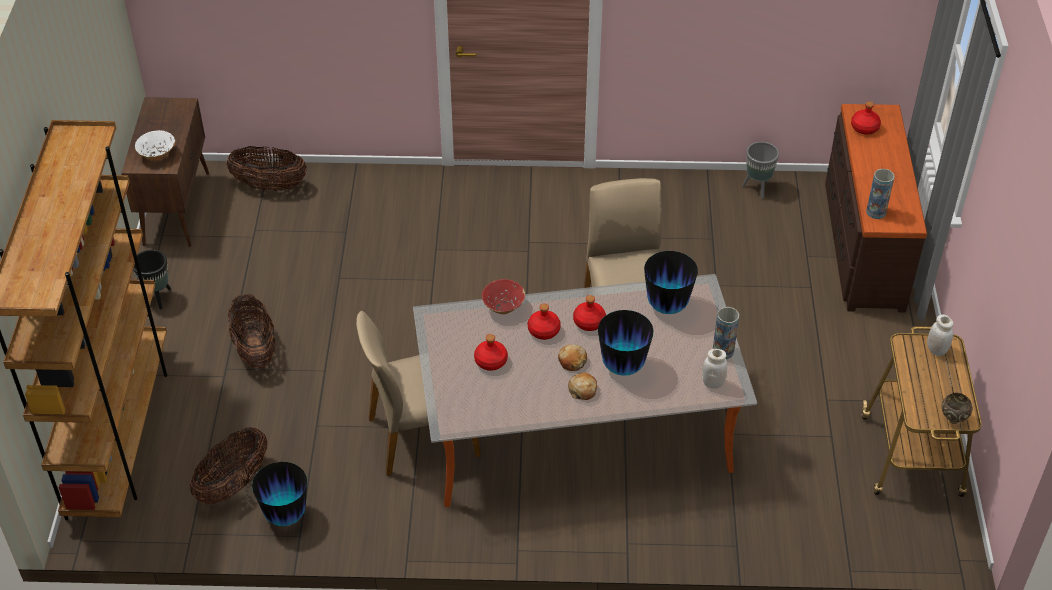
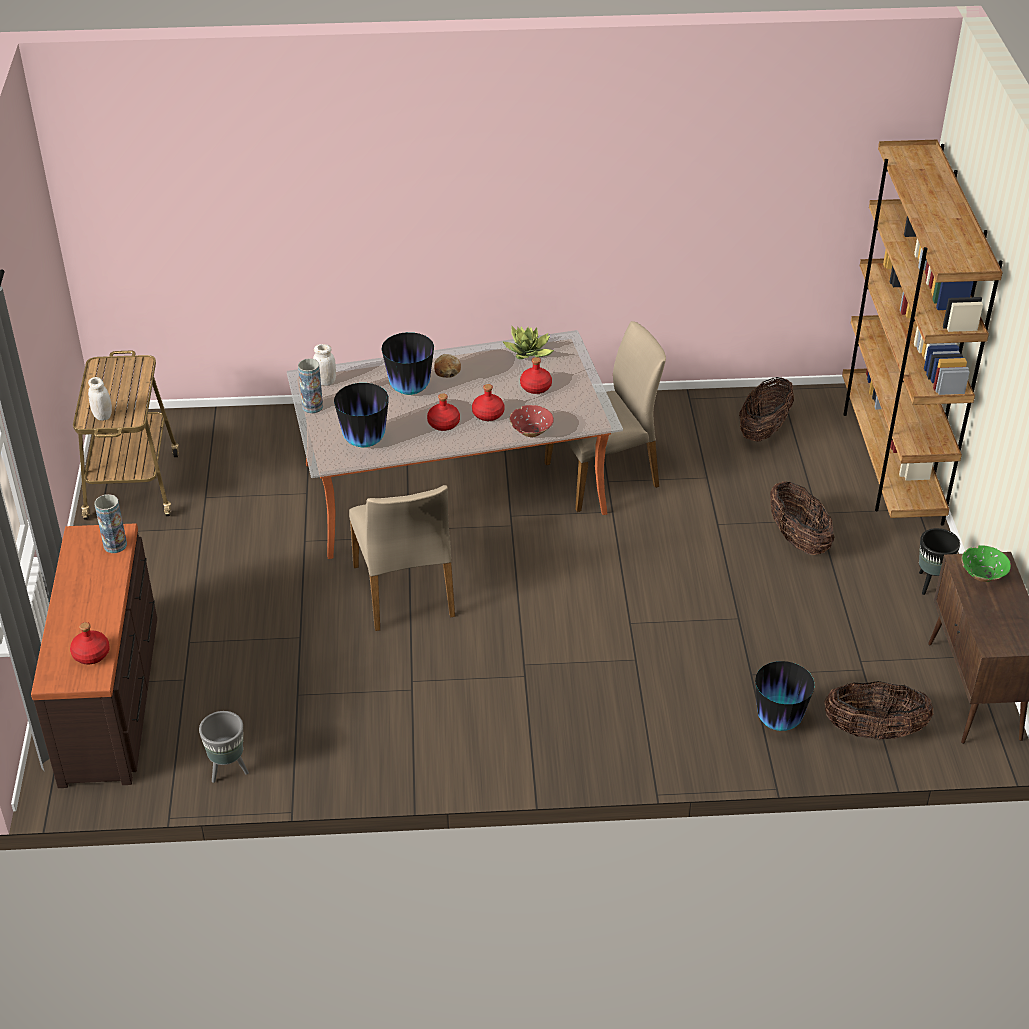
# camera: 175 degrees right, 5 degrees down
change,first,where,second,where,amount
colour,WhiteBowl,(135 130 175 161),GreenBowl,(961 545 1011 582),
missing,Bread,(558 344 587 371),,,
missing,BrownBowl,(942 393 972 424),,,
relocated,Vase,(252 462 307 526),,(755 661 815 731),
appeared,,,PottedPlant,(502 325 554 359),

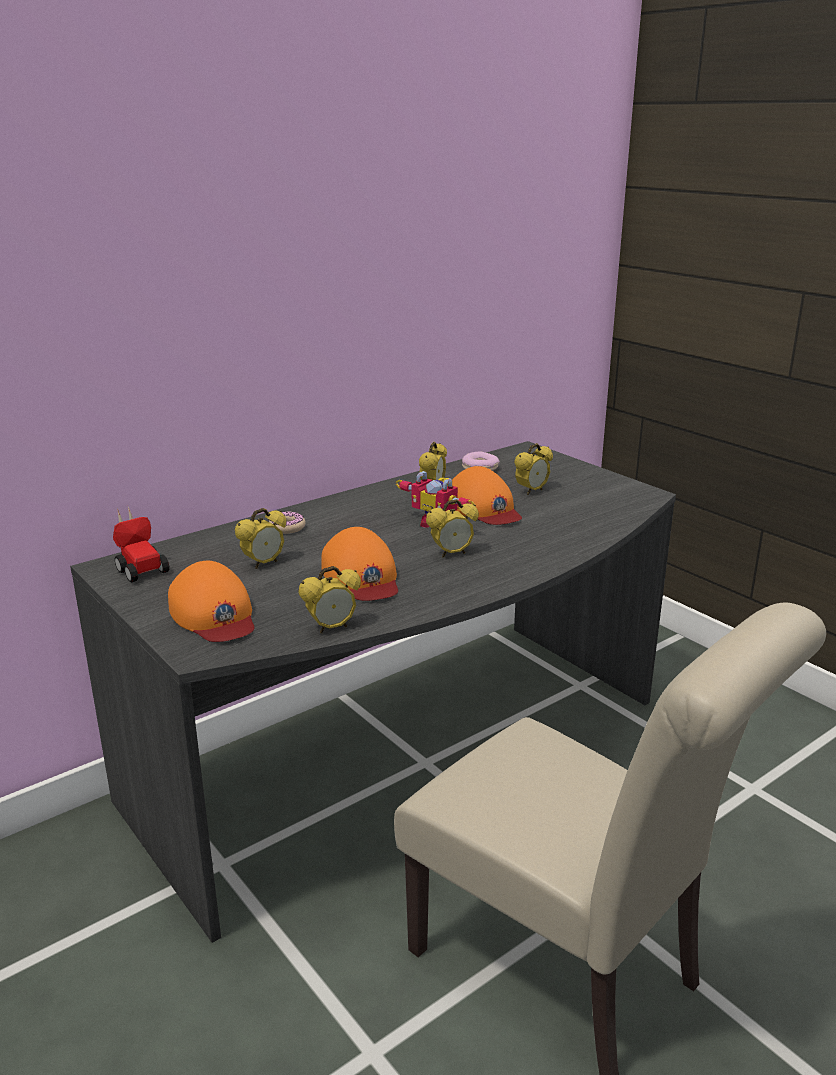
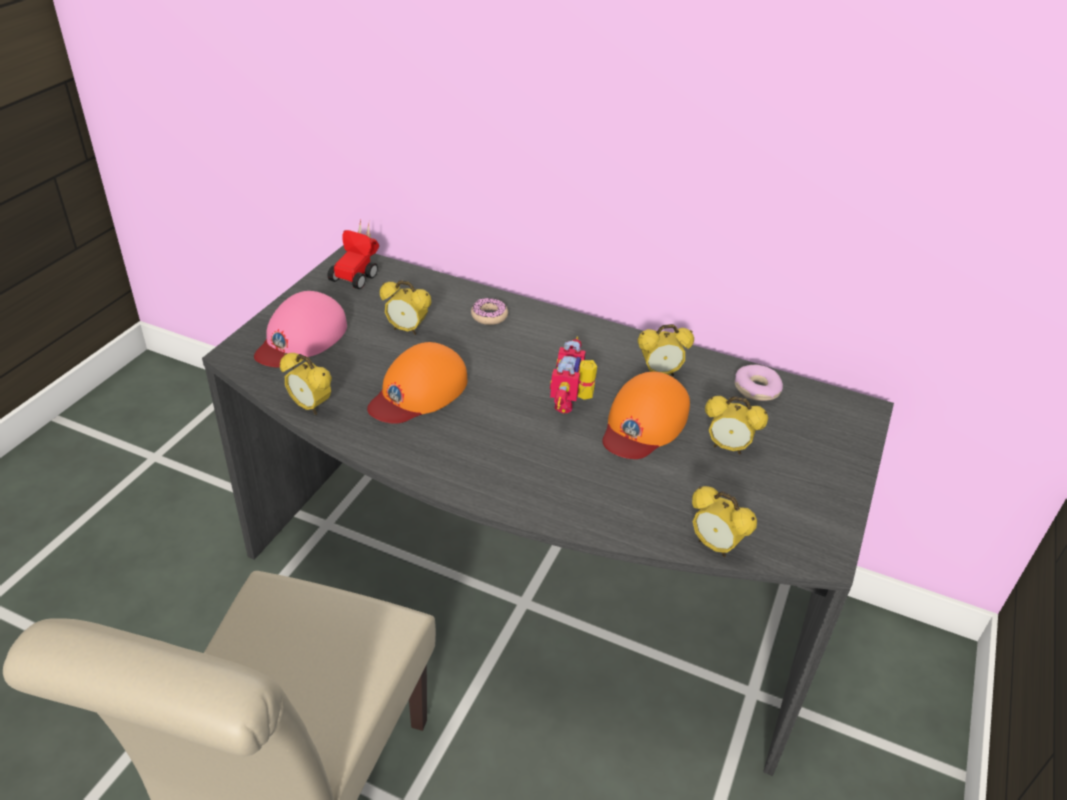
# camera: 60 degrees right, 15 degrees up
change,first,where,second,where,amount
relocated,AlarmClock,(426 499 479 557),,(692 486 757 557),
colour,OrangeCap,(168 561 255 642),PinkCap,(254 291 347 368),

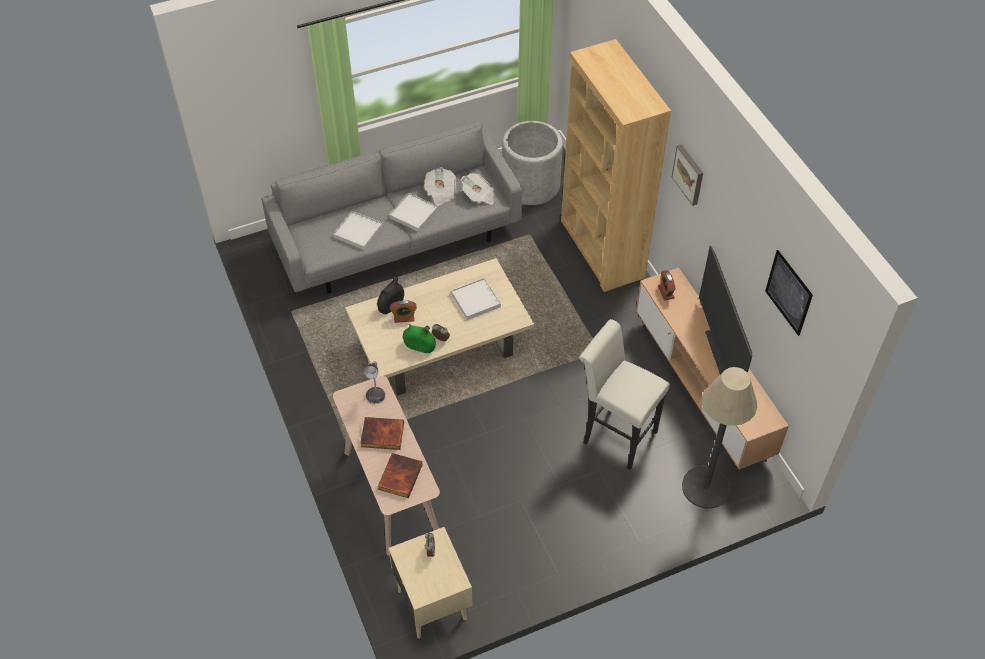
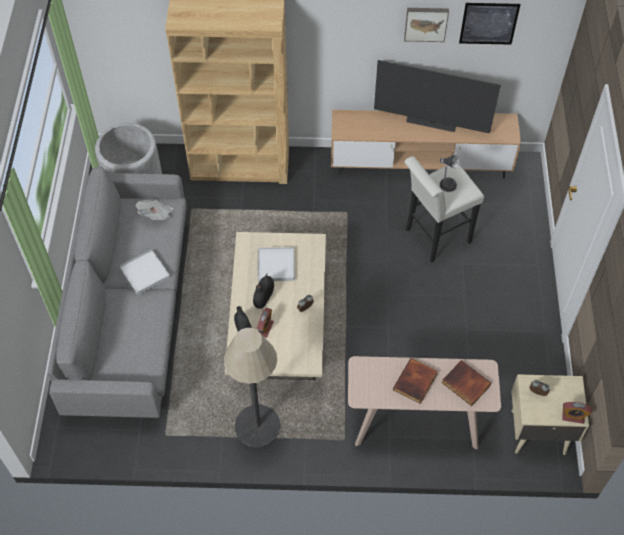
# camera: 65 degrees left, 5 degrees up
change,first,where,second,where,amount
relocated,Picture,(672 144 703 206),,(404 8 449 42),
missing,Newspaper,(424 167 456 206),,,
missing,WhiteTray,(333 211 383 250),,,
relocated,AlarmClock,(658 270 676 300),,(562 402 592 424),
missing,GreenVase,(403 324 436 353),,,
relocated,TableLamp,(364 361 386 404),,(439 155 459 192),
relocated,FloorLamp,(682 367 757 509),,(223 328 281 448),
appeared,,,BlackVase,(253 273 274 309),

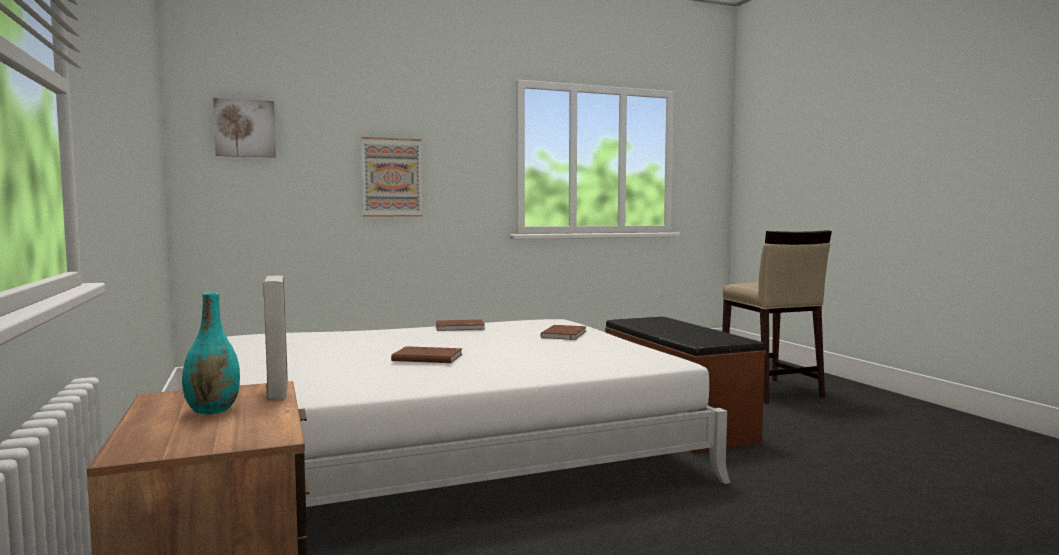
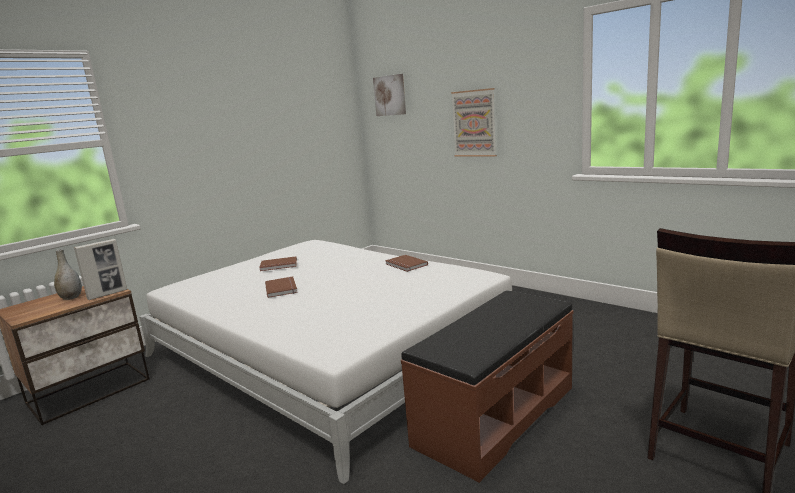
# camera: 65 degrees right, 10 degrees up
change,first,where,second,where,amount
colour,TurquoiseVase,(182 292 240 414),GreyVase,(54 249 82 300),
relocated,BrownBook,(540 325 587 340),,(259 256 297 271),

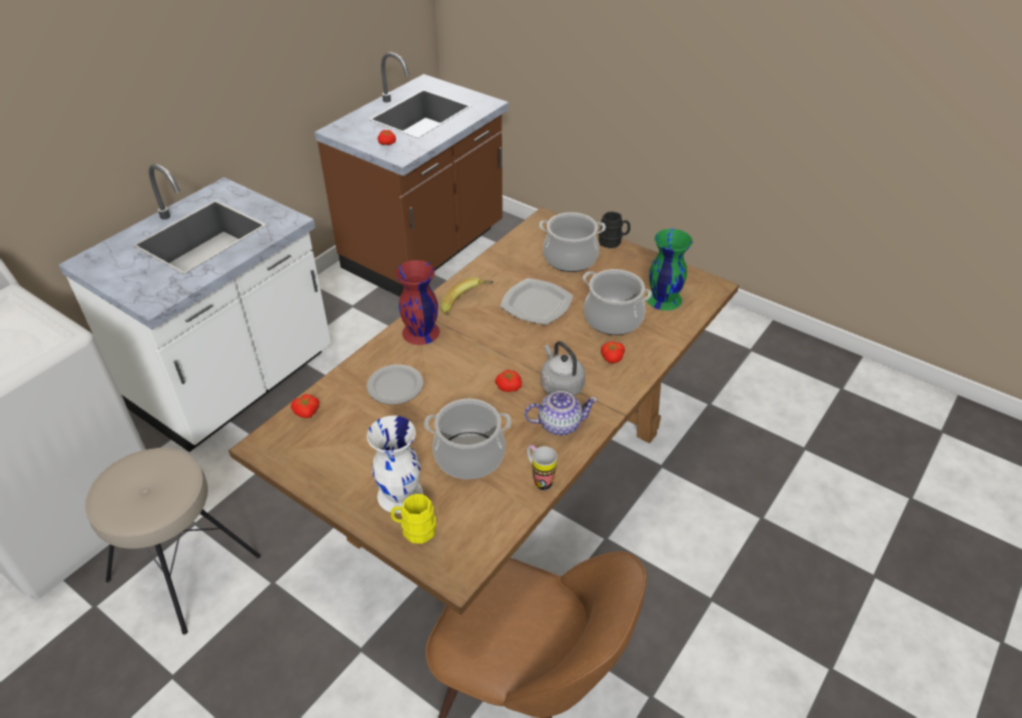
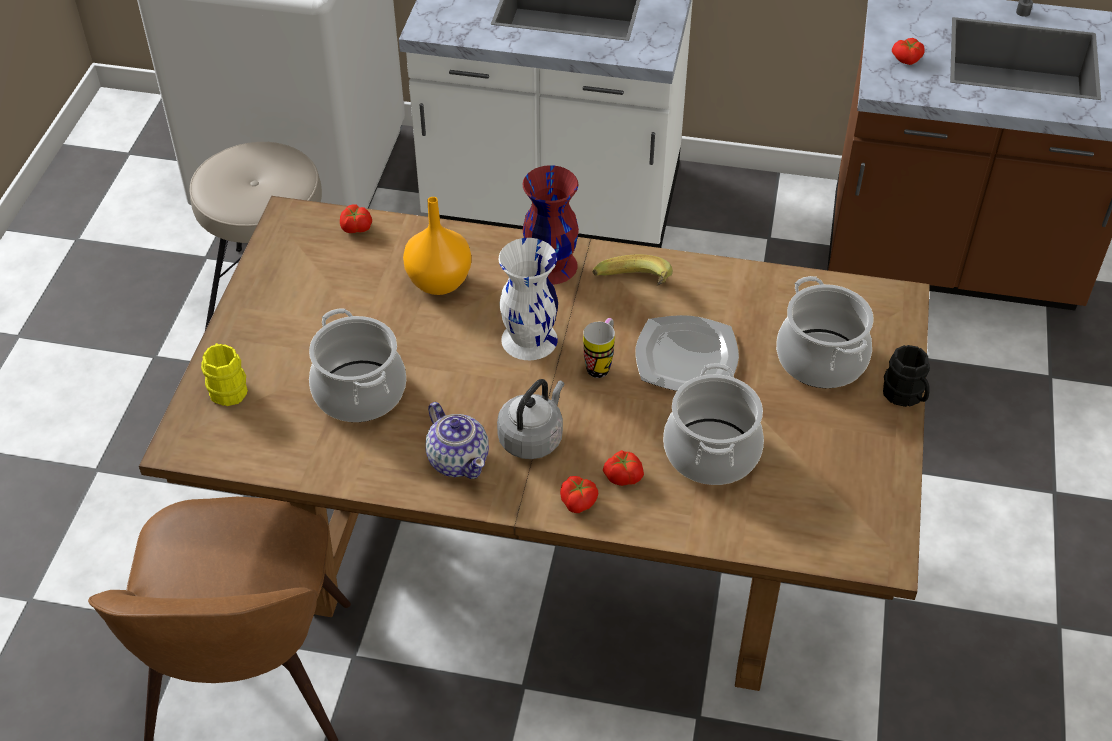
# camera: 65 degrees right, 5 degrees up
change,first,where,second,where,amount
missing,GreenVase,(646 229 692 311),,,
exchanged,Plate,(367 365 424 405),OrangeVase,(403 197 472 295),
relocated,Tomato,(495 369 522 392),,(560 476 598 513),
relocated,WhiteVase,(367 416 423 513),,(499 238 558 360),
relocated,Mug,(527 445 557 490),,(583 318 615 378),

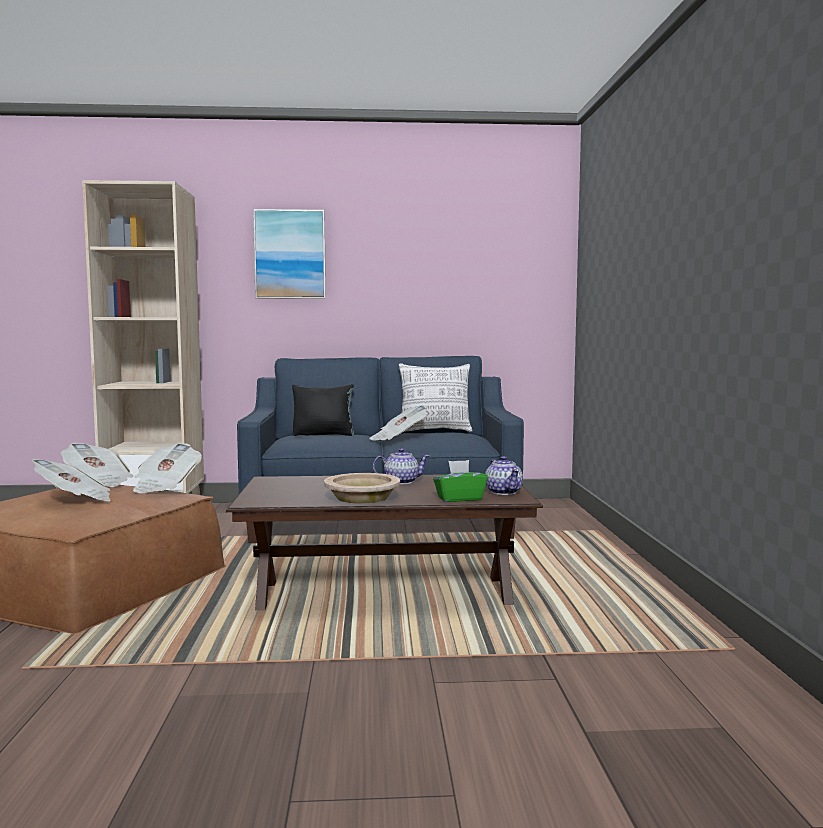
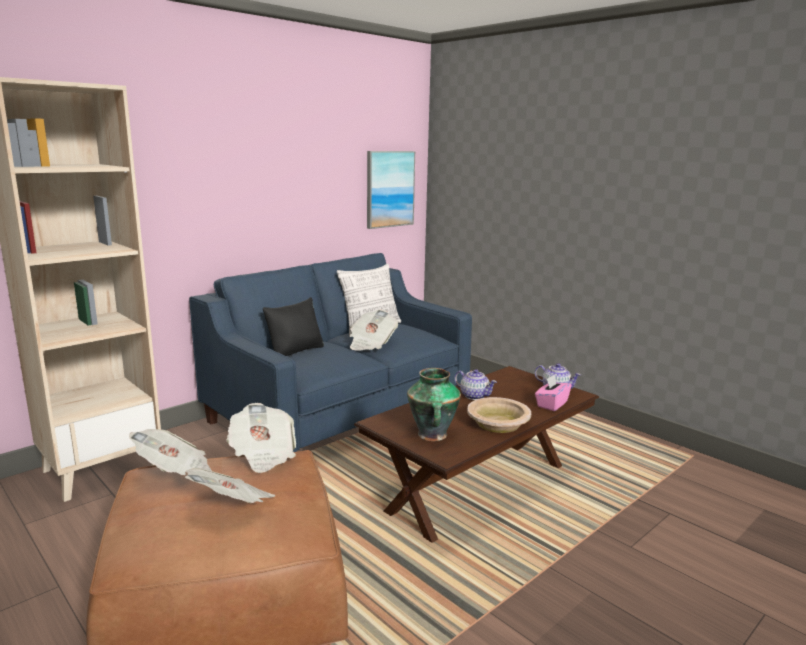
# camera: 40 degrees left, 10 degrees up
change,first,where,second,where,amount
relocated,Picture,(253 209 326 299),,(367 151 415 229),
spun,Teapot,(373 448 429 484),,(455 369 497 400),90 degrees clockwise
colour,GreenTissueBox,(433 460 488 502),PinkTissueBox,(535 374 572 411),
appeared,,,Vase,(407 368 461 441),

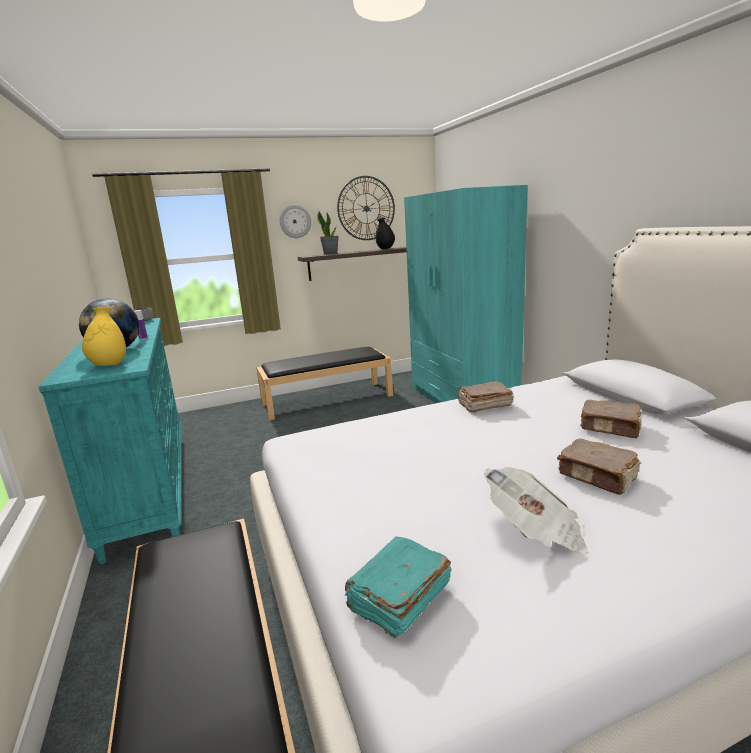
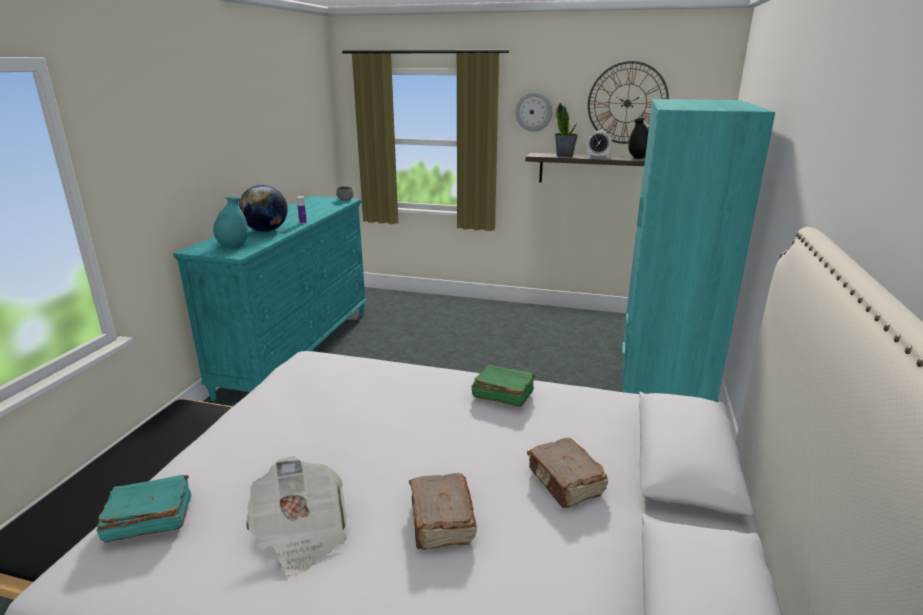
# camera: 35 degrees right, 5 degrees up
change,first,where,second,where,amount
colour,YellowVase,(82 307 126 366),TurquoiseVase,(213 196 248 248),
missing,BlackBench,(256 347 393 420),,,
colour,BrownBook,(457 381 513 413),GreenBook,(472 365 535 407),
appeared,,,AlarmClock,(587 130 612 158),

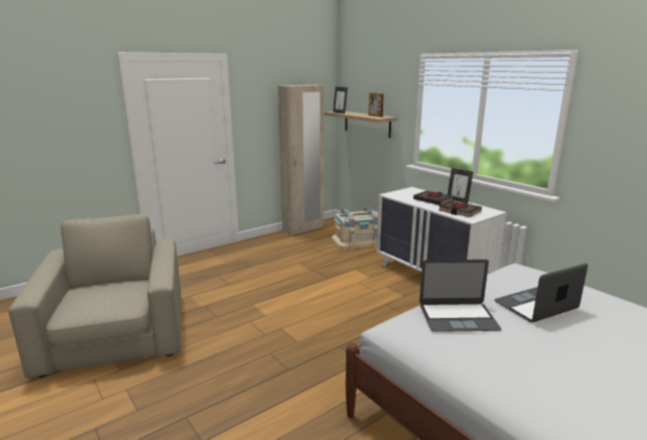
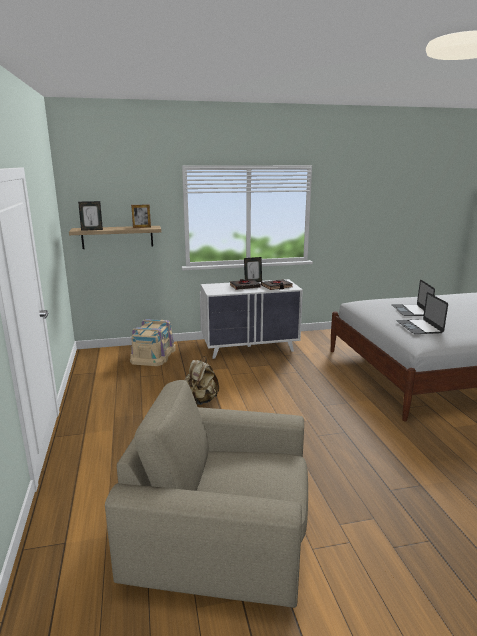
# camera: 65 degrees left, 0 degrees up
change,first,where,second,where,amount
missing,BeigeWardrobe,(278 85 324 236),,,
spun,Laptop,(419 259 501 332),,(396 292 448 334),150 degrees clockwise
appeared,,,BeigeBackpack,(185 357 219 405),

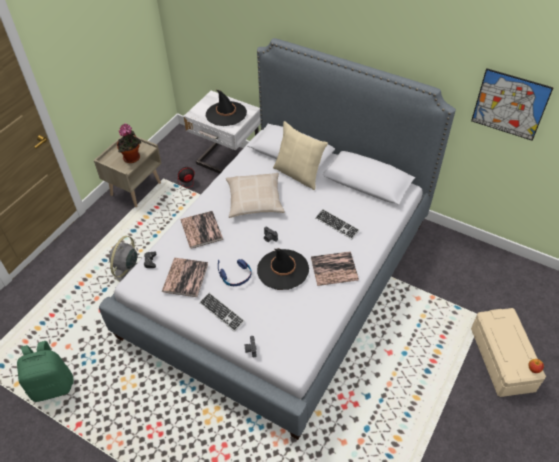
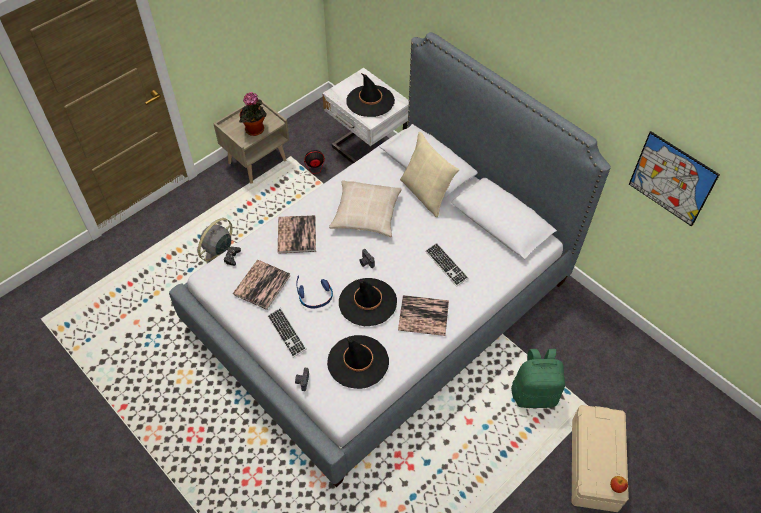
# camera: 15 degrees right, 5 degrees up
change,first,where,second,where,amount
relocated,GreenBackpack,(17 341 74 402),,(511 349 565 408),
appeared,,,BlackHat,(327 335 389 389),

